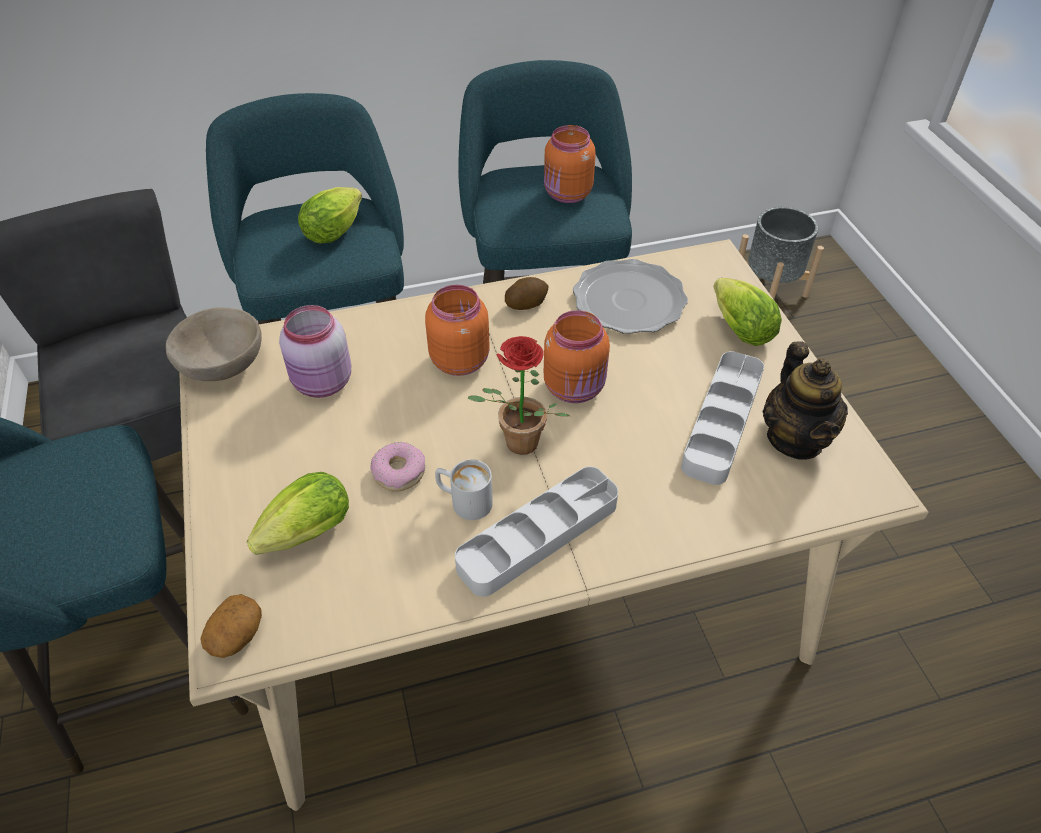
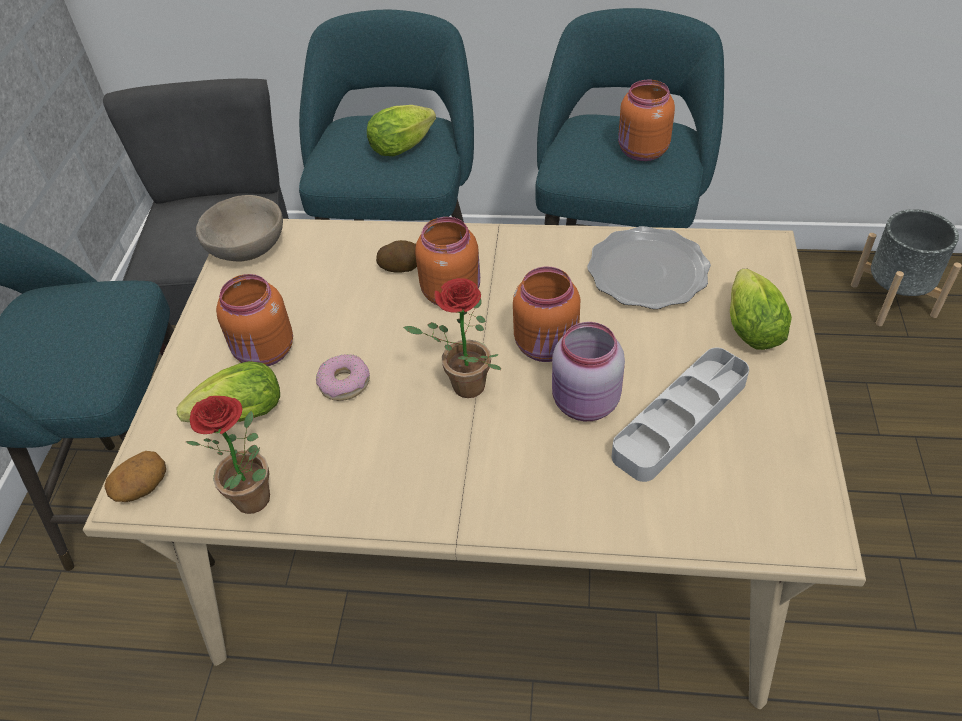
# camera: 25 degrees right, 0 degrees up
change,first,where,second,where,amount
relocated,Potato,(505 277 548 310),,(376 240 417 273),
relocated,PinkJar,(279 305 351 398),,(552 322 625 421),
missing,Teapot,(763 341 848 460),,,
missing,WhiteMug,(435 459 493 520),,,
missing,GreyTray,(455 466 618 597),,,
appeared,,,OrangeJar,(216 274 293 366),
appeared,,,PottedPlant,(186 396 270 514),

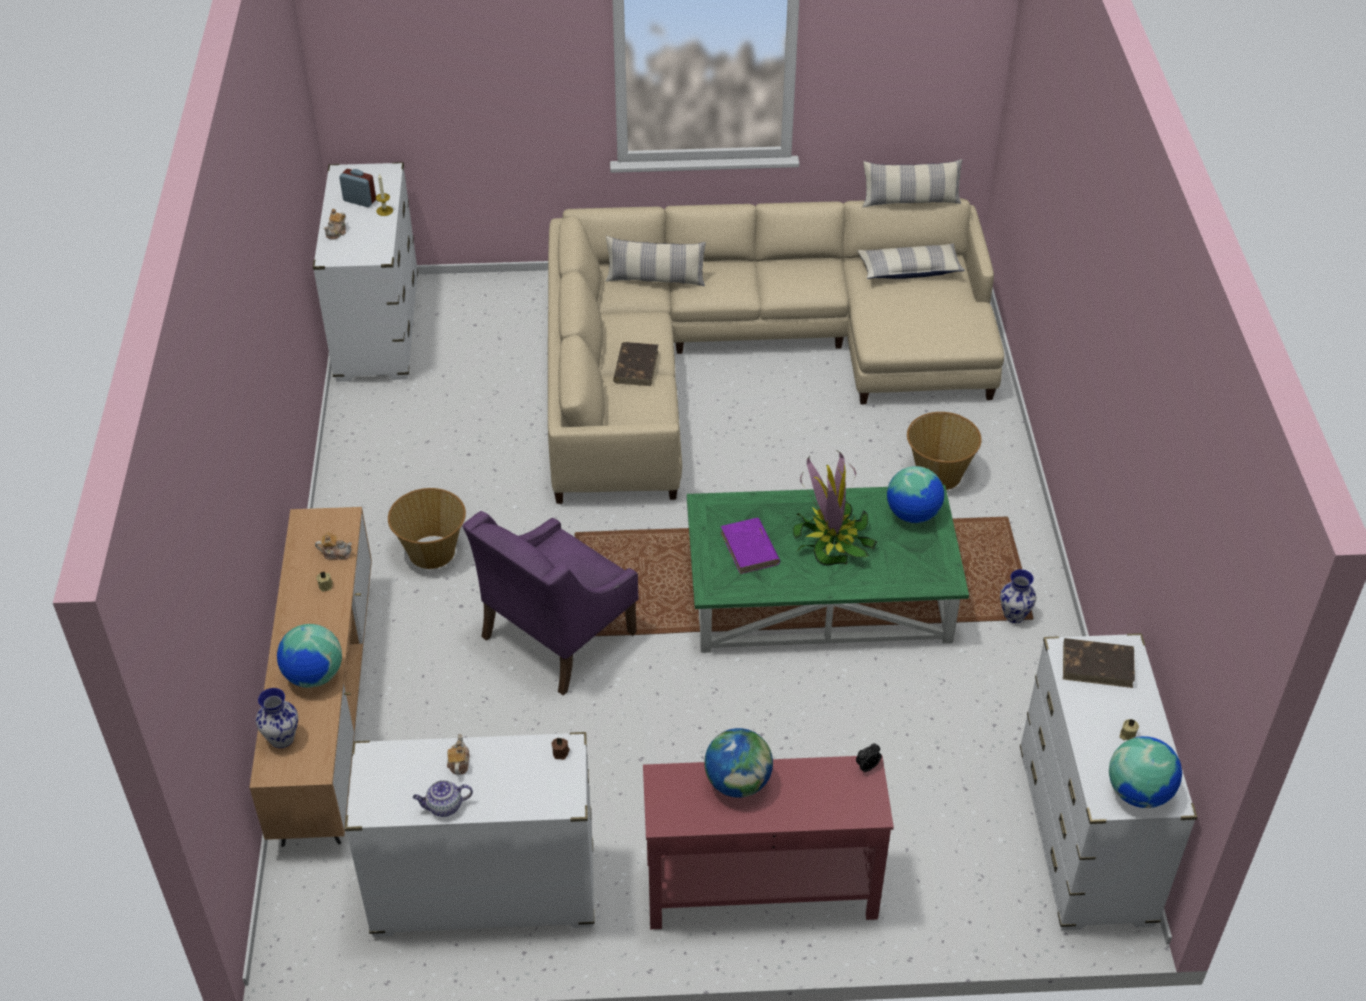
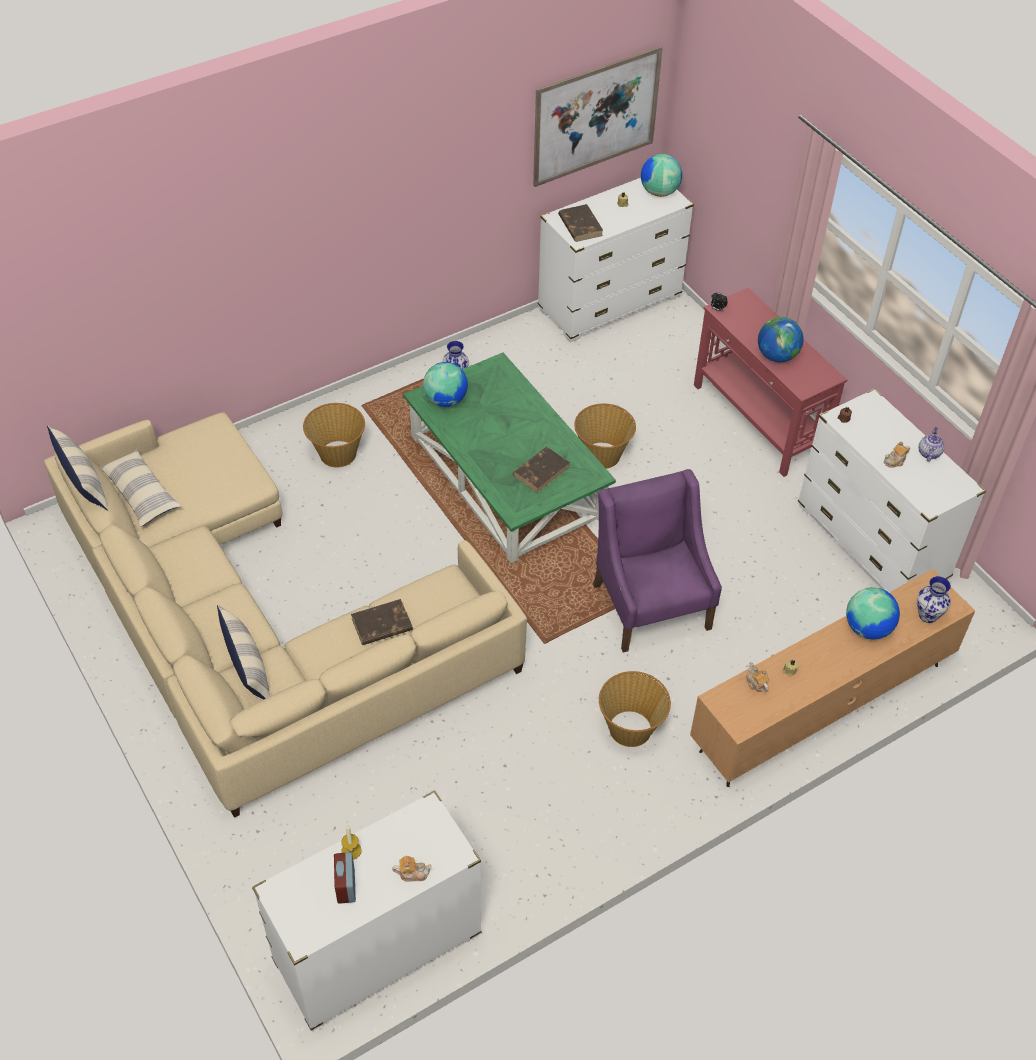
# camera: 120 degrees left, 5 degrees up
change,first,where,second,where,amount
missing,PottedPlant,(793 451 877 565),,,
spun,PurpleArmchair,(463 511 639 696),,(593 469 722 653),120 degrees counterclockwise
colour,PurpleBook,(721 518 780 574),BrownBook,(513 447 570 493),
spun,Teapot,(413 780 473 817),,(919 427 945 462),120 degrees counterclockwise
appeared,,,Picture,(533 46 663 187),
appeared,,,Basket,(574 403 636 469),

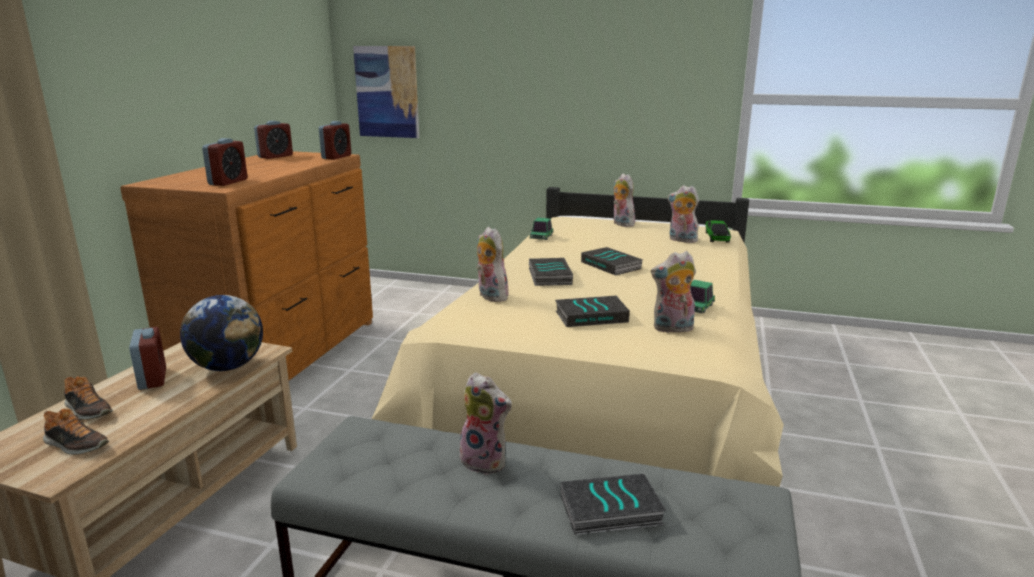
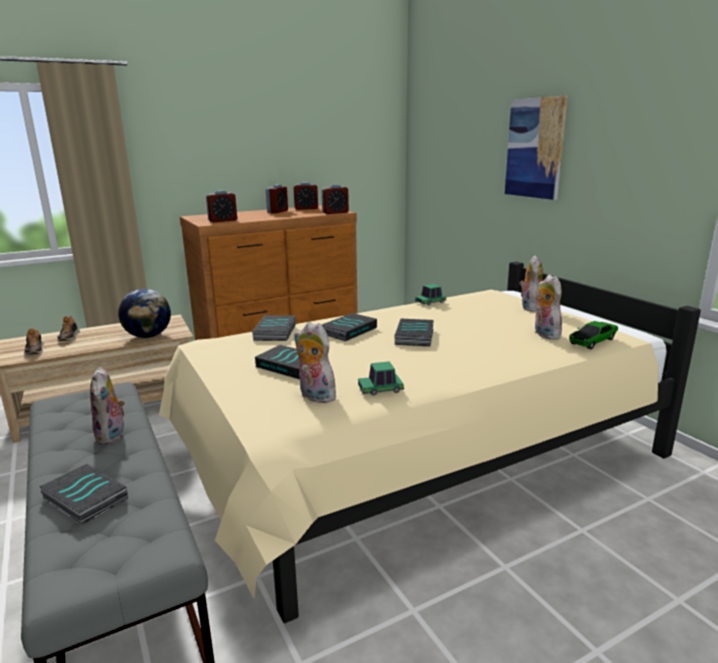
# camera: 45 degrees right, 0 degrees up
change,first,where,second,where,amount
relocated,Picture,(353 46 419 138),,(505 95 568 200),
exchanged,PlushToy,(476 227 508 302),Book,(252 315 296 341),
relocated,AlarmClock,(129 327 166 390),,(266 184 288 213),

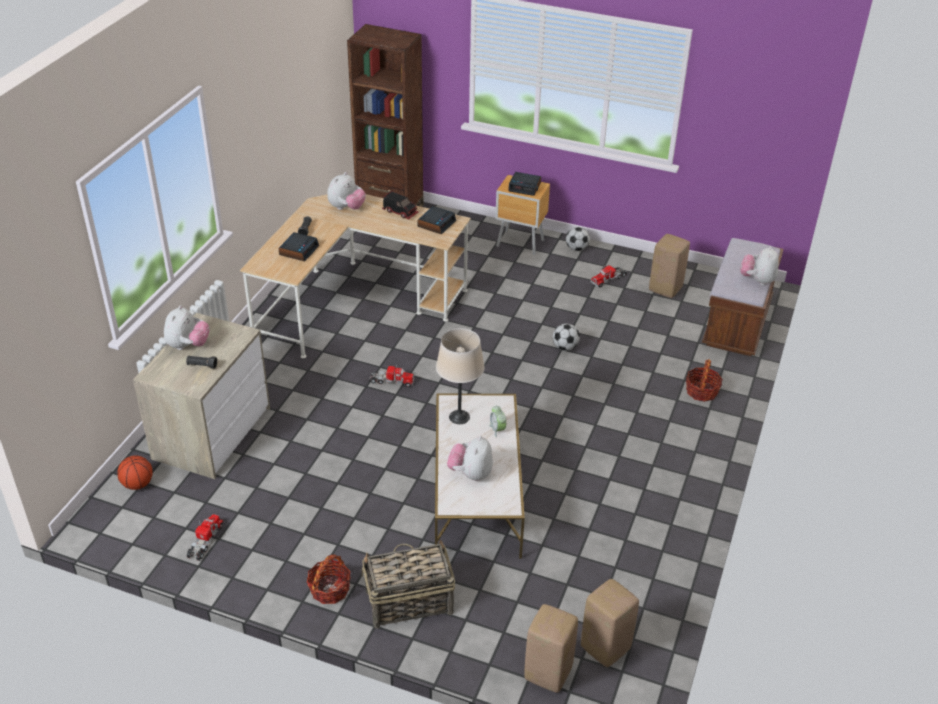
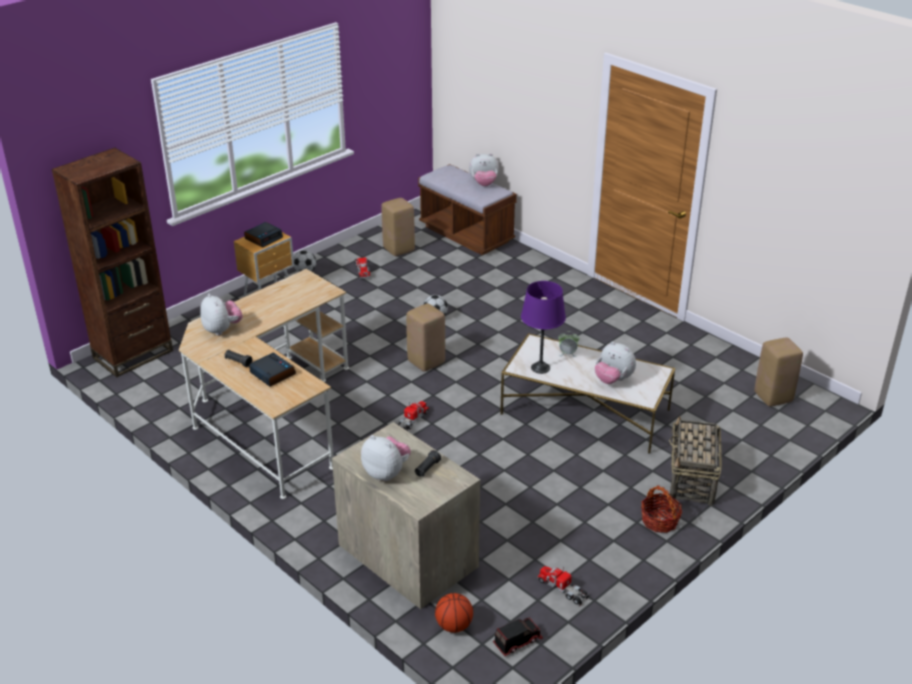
# camera: 65 degrees left, 5 degrees down
change,first,where,second,where,amount
relocated,ToyTruck,(382 191 419 220),,(493 617 543 656),
missing,AlarmClock,(417 206 456 234),,,
spun,PlushToy,(740 246 779 286),,(469 153 499 186),45 degrees counterclockwise
colour,BeigeTableLamp,(436 328 485 424),PurpleTableLamp,(521 281 566 374),
missing,Basket,(686 359 723 402),,,
relocated,BeigeStool,(524 604 578 693),,(406 303 445 372),

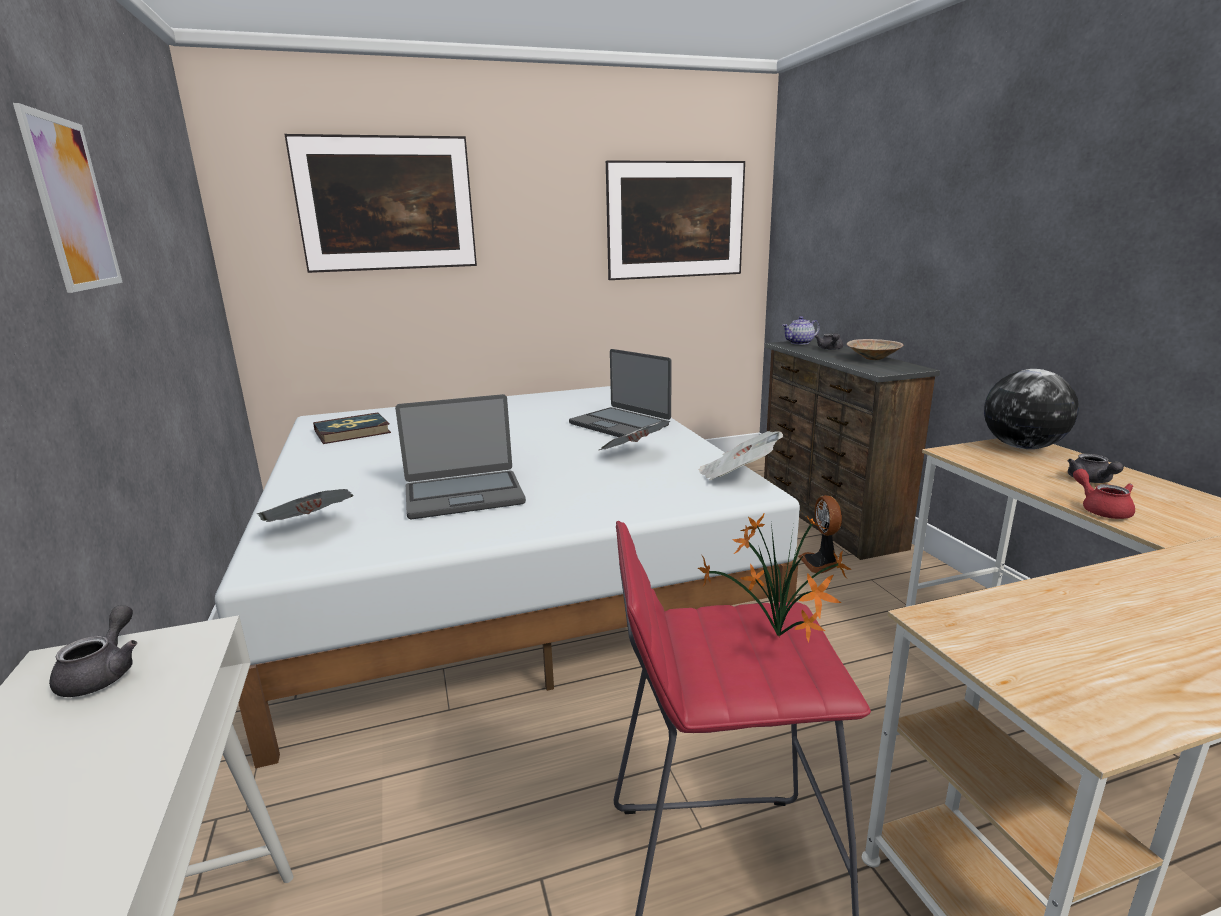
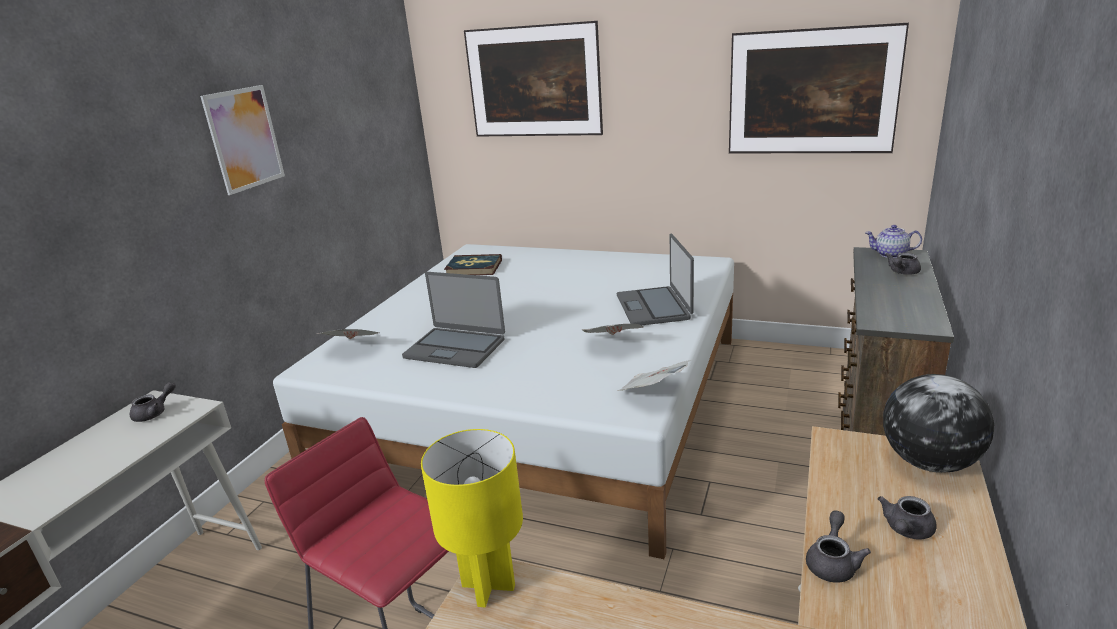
# camera: 40 degrees right, 5 degrees up
change,first,where,second,where,amount
missing,BeigeBowl,(847 339 903 360),,,
colour,RedTeapot,(1073 469 1135 519),GreyTeapot,(806 510 871 583),
missing,Fan,(798 495 842 573),,,
missing,PottedPlant,(698 514 851 643),,,
appeared,,,YellowTableLamp,(421 429 523 607),

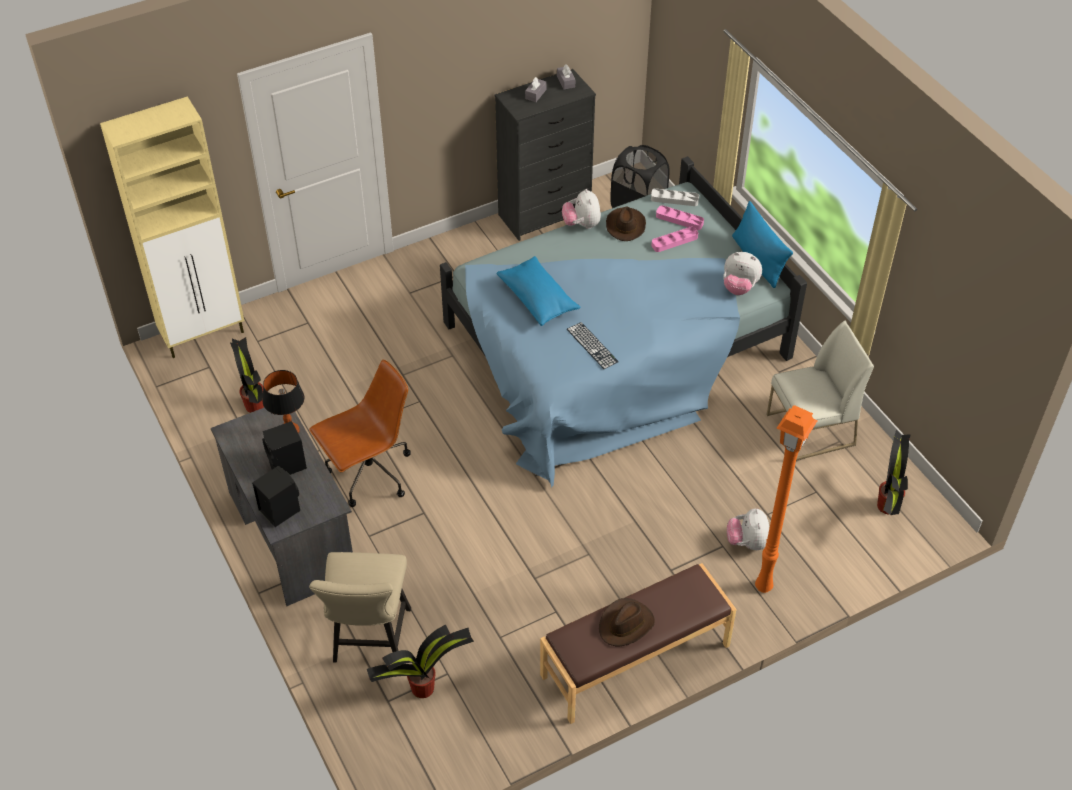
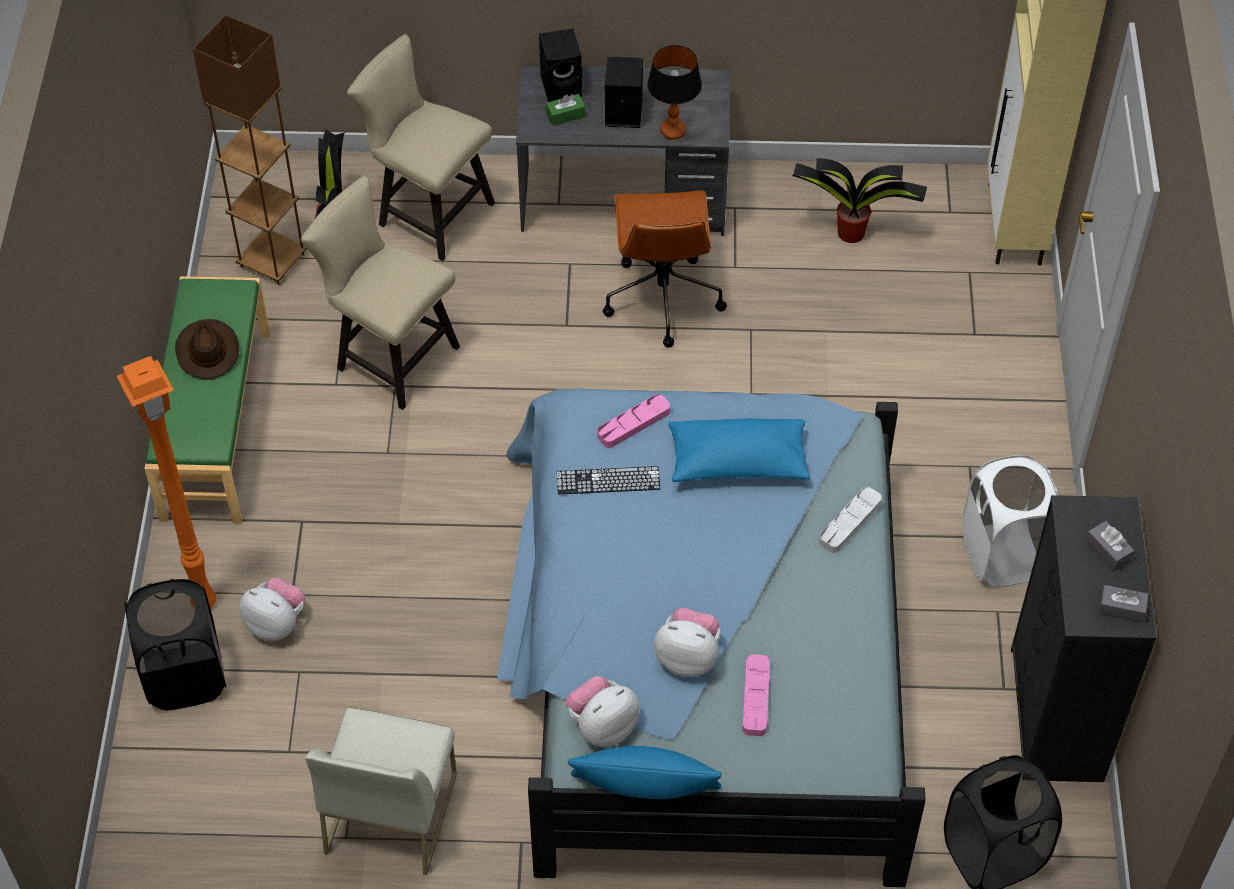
# camera: 120 degrees right, 5 degrees up
change,first,where,second,where,amount
relocated,GreyTray,(651 188 699 206),,(819 487 882 553),
relocated,PlushToy,(562 189 601 229),,(654 608 720 677),
relocated,PinkTray,(656 205 704 230),,(597 394 670 448),
missing,BrownHat,(606 207 646 241),,,
missing,PottedPlant,(877 430 911 515),,,
colour,BrownBench,(540 563 736 724),GreenBench,(144 276 270 523),
appeared,,,BrownFloorLamp,(193 15 307 285),
appeared,,,GreenTissueBox,(546 94 586 126),
appeared,,,BeigeChair,(301 176 460 410),
appeared,,,WhiteLaundryBasket,(963 455 1058 587),
appeared,,,BlackLaundryBasket,(124 579 226 710),

